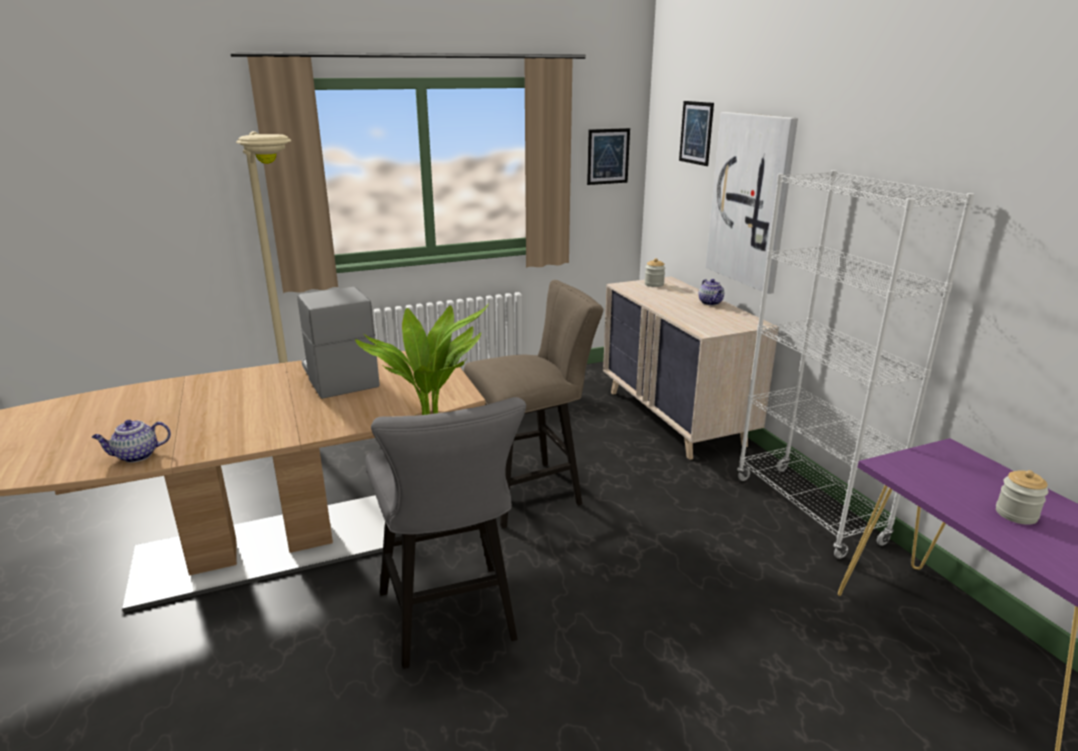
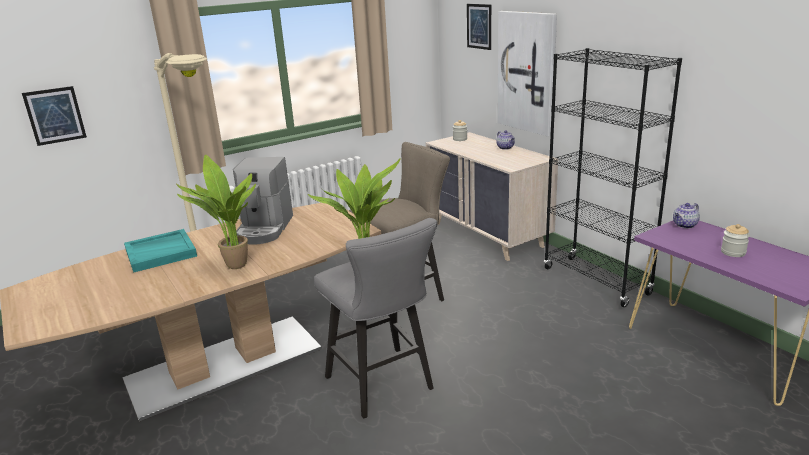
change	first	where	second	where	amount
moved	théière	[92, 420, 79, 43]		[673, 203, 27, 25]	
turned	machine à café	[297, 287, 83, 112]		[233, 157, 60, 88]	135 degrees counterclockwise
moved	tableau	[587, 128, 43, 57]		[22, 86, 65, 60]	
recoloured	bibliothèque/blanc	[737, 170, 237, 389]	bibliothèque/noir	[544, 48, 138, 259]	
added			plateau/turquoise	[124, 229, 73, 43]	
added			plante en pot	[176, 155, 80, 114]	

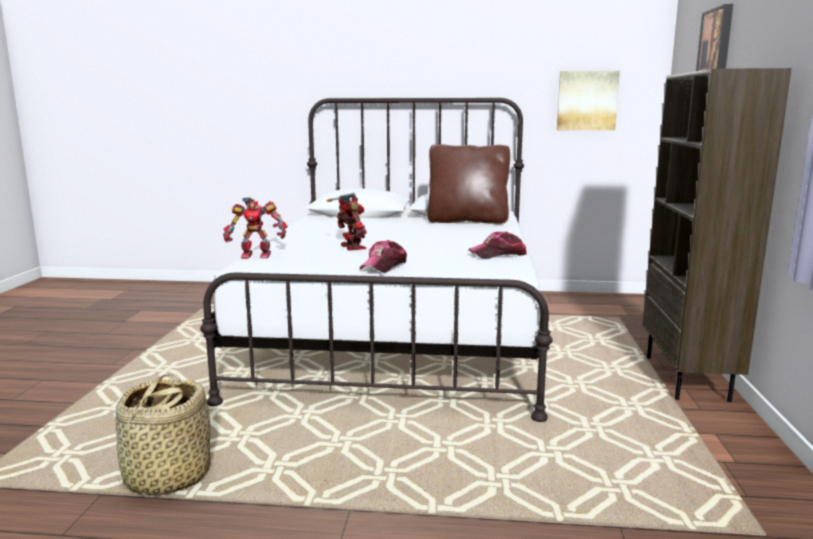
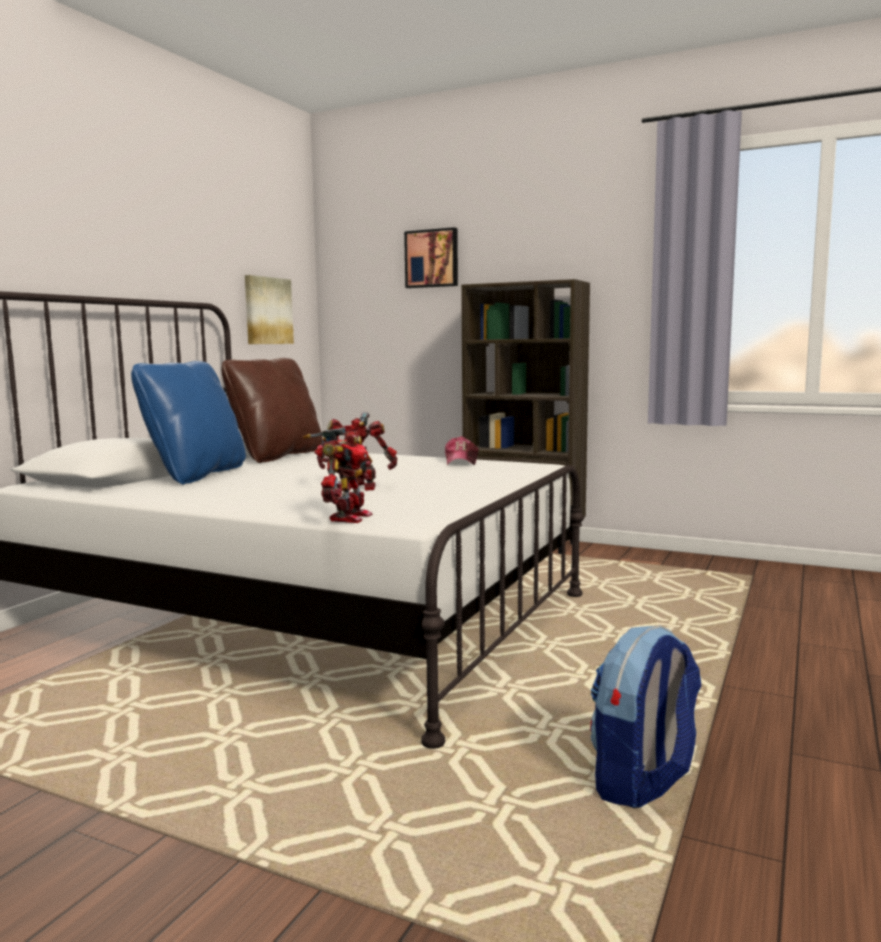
change	first	where	second	where	amount
replaced	panier	[115, 373, 96, 123]	sac à dos	[590, 625, 112, 183]	
removed	casquette	[360, 240, 47, 33]			
added			coussin/bleu	[131, 361, 115, 124]	

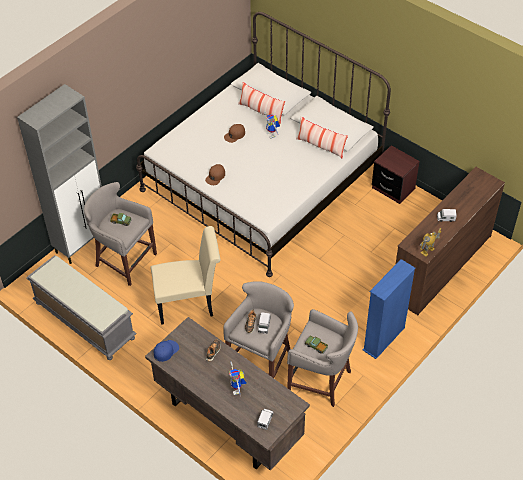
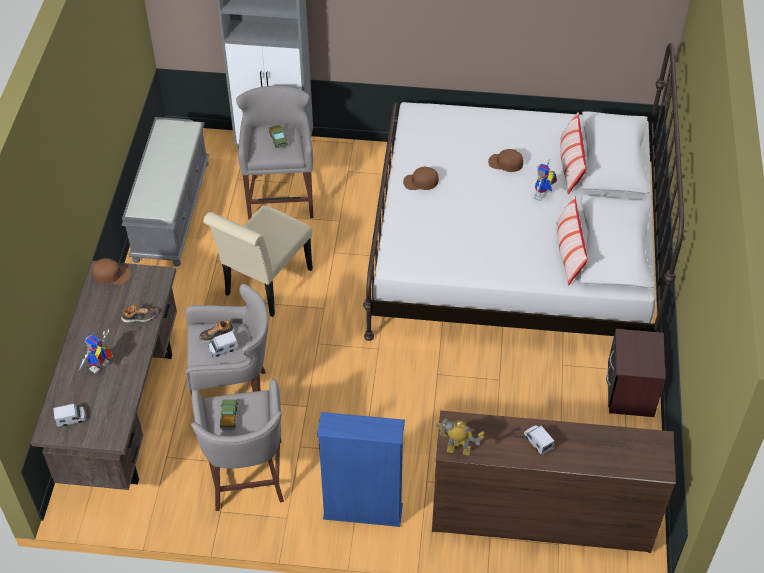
change	first	where	second	where	amount
turned	chaise/beige	[150, 226, 71, 99]		[203, 205, 110, 112]	75 degrees clockwise
recoloured	casquette/bleu	[154, 340, 25, 22]	casquette/marron	[92, 258, 39, 27]	

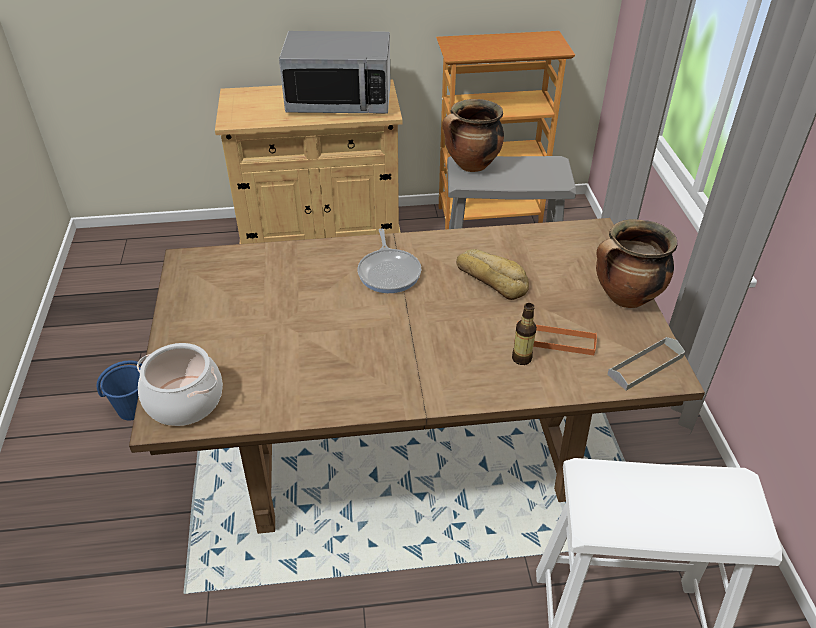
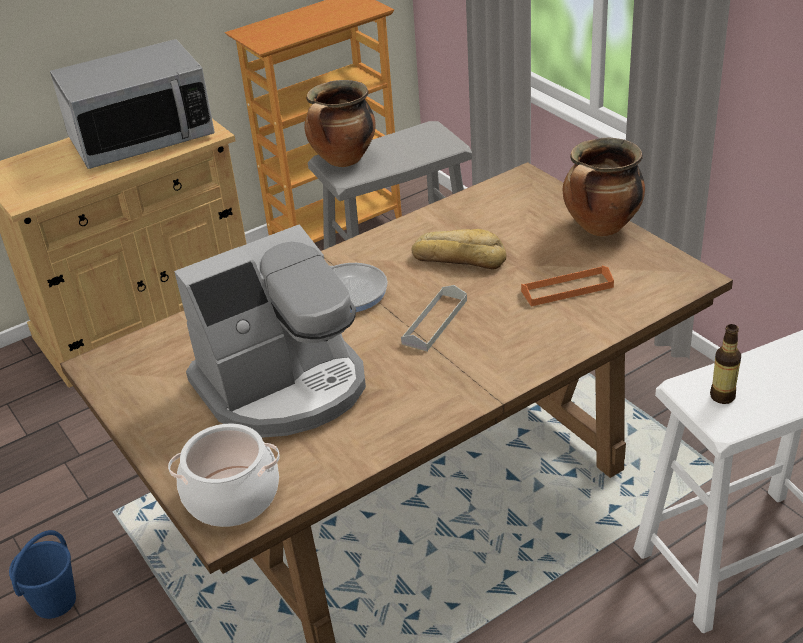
change	first	where	second	where	amount
moved	bouteille	[512, 303, 25, 62]		[710, 324, 31, 80]	
moved	plateau/gris	[607, 337, 78, 54]		[401, 285, 66, 67]	
added			machine à café	[174, 225, 192, 213]	

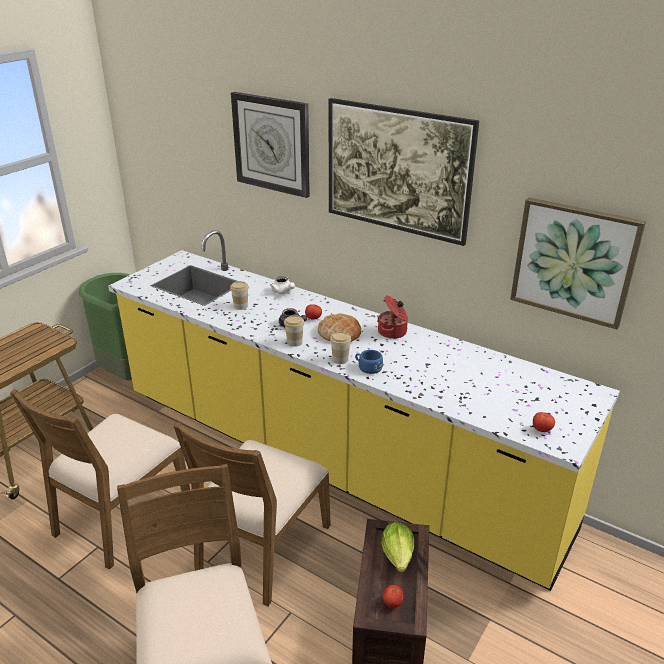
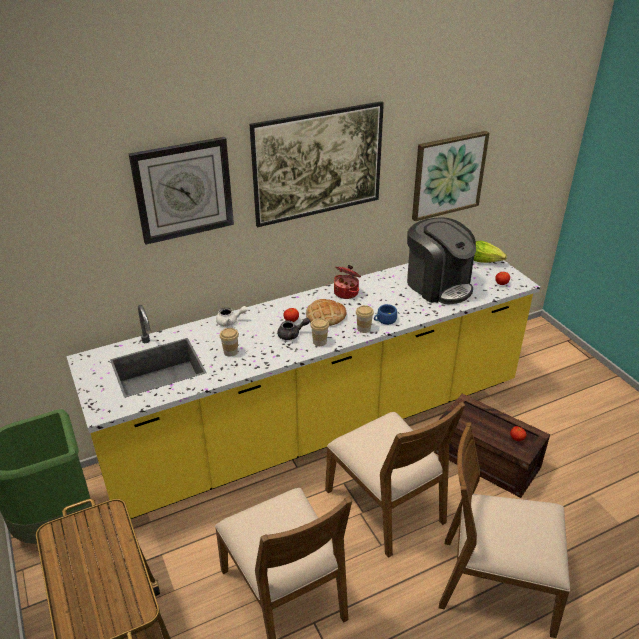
change	first	where	second	where	amount
moved	laitue	[382, 522, 32, 50]		[474, 240, 33, 23]	
added			machine à café	[407, 217, 69, 87]	

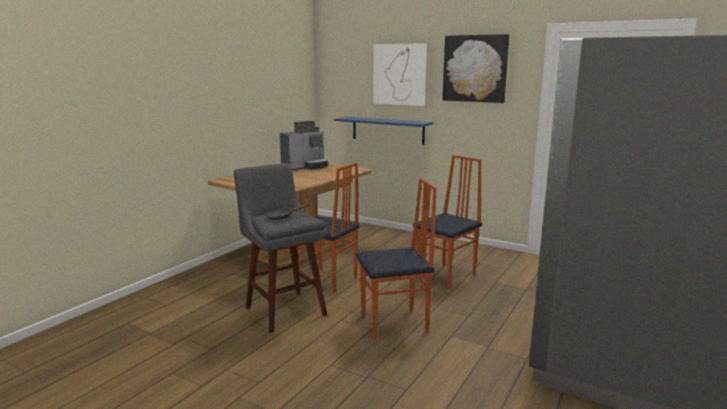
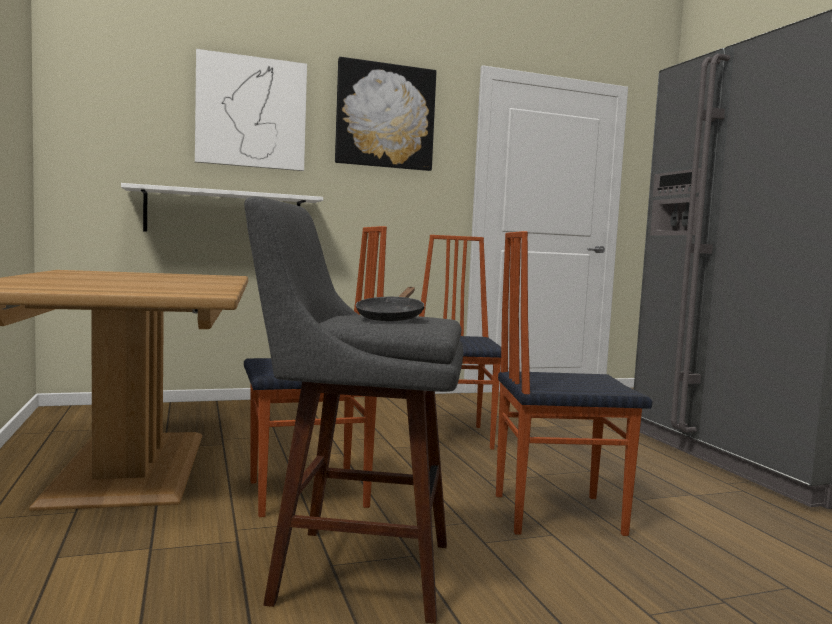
change	first	where	second	where	amount
removed	machine à café	[280, 121, 48, 49]			
recoloured	étagère/bleu	[334, 117, 99, 28]	étagère/blanc	[121, 183, 202, 49]	
turned	chaise	[356, 178, 81, 161]		[496, 231, 156, 305]	120 degrees counterclockwise

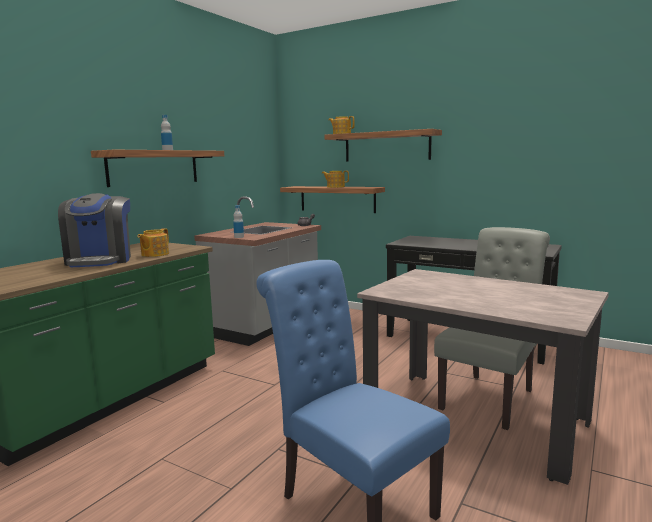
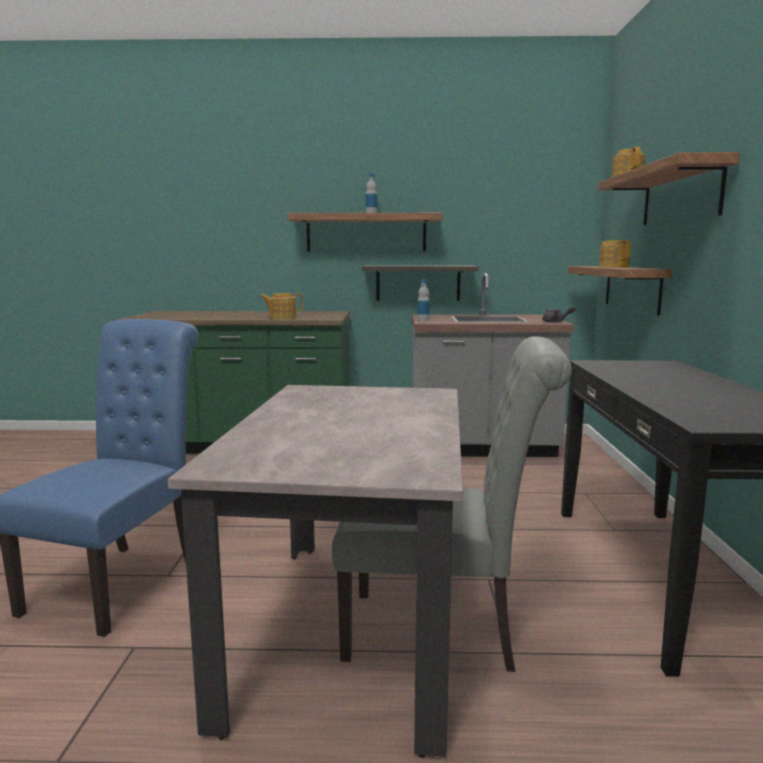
change	first	where	second	where	amount
removed	machine à café	[58, 193, 73, 74]			
added			étagère	[362, 266, 116, 35]	

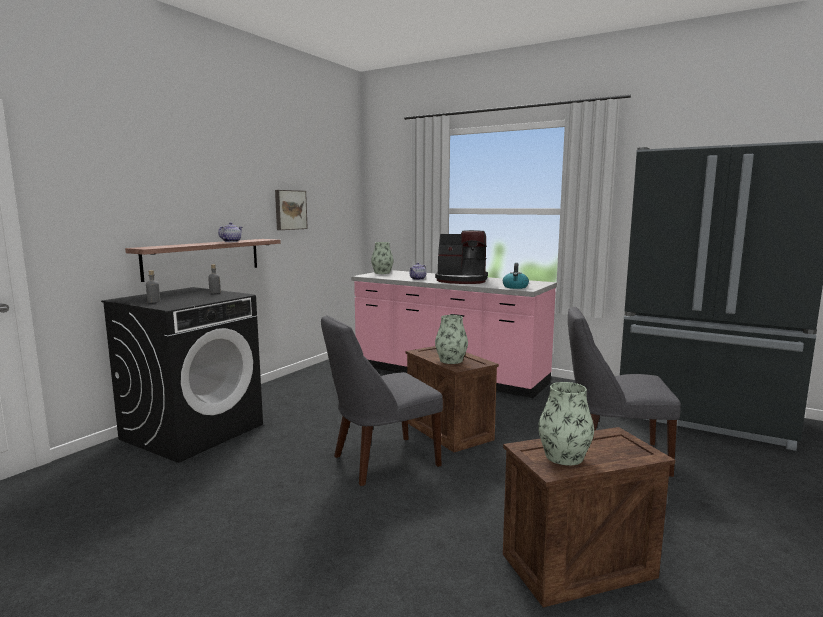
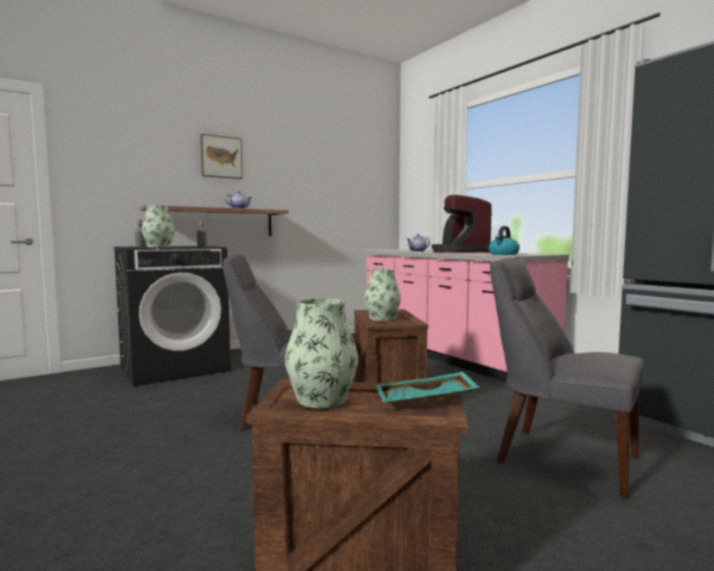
change	first	where	second	where	amount
moved	tableau	[275, 190, 33, 40]		[200, 134, 42, 45]	
moved	vase	[371, 242, 23, 32]		[142, 205, 32, 43]	
turned	machine à café	[435, 230, 53, 54]		[432, 195, 60, 58]	45 degrees clockwise
added			plateau/turquoise	[376, 372, 104, 31]	

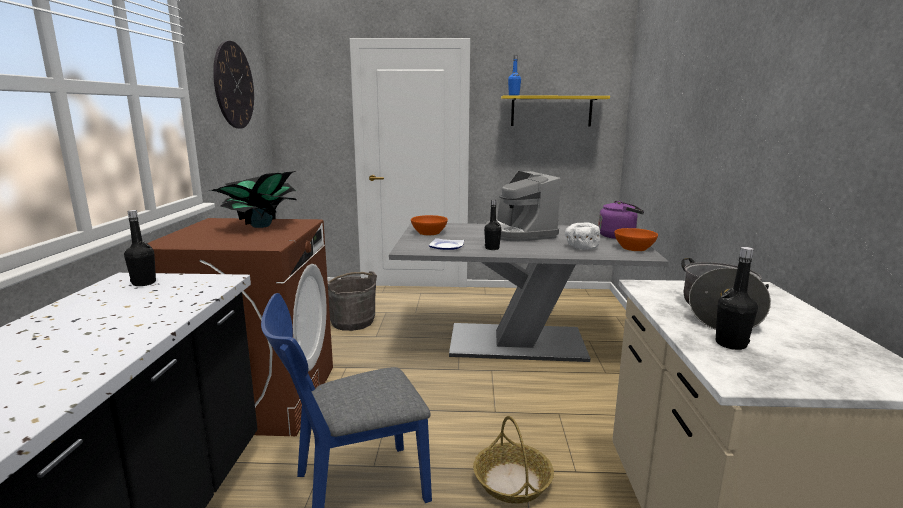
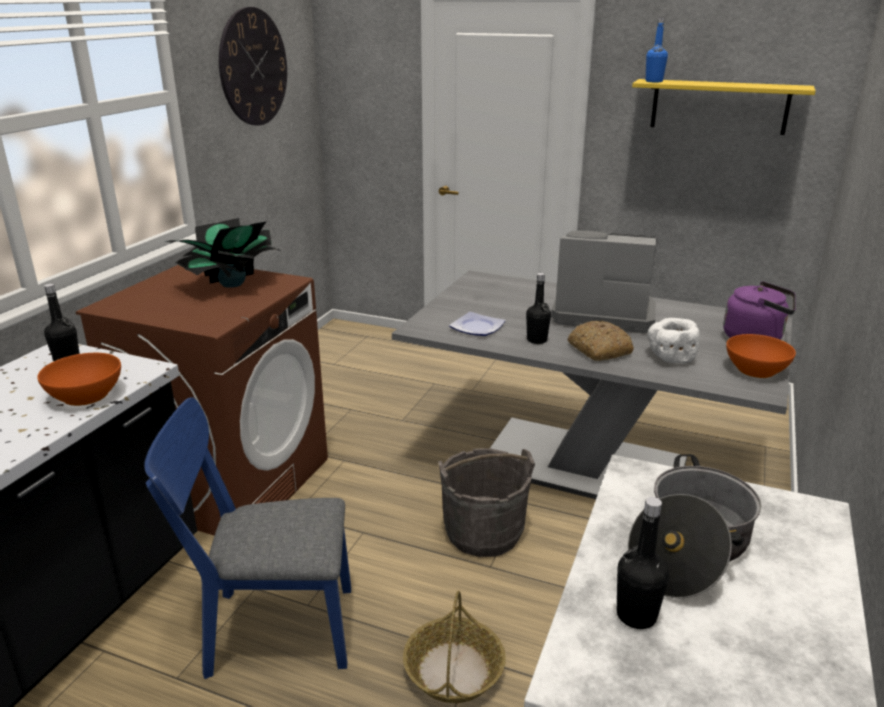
change	first	where	second	where	amount
moved	seau/gris	[328, 271, 49, 60]		[438, 448, 97, 109]	
moved	bol/orange	[411, 215, 37, 20]		[37, 353, 84, 53]	
turned	machine à café	[486, 171, 75, 70]		[551, 231, 106, 102]	105 degrees clockwise
added			pain	[568, 321, 66, 40]	

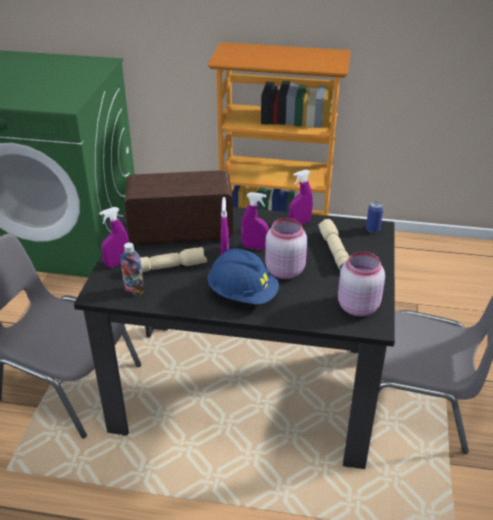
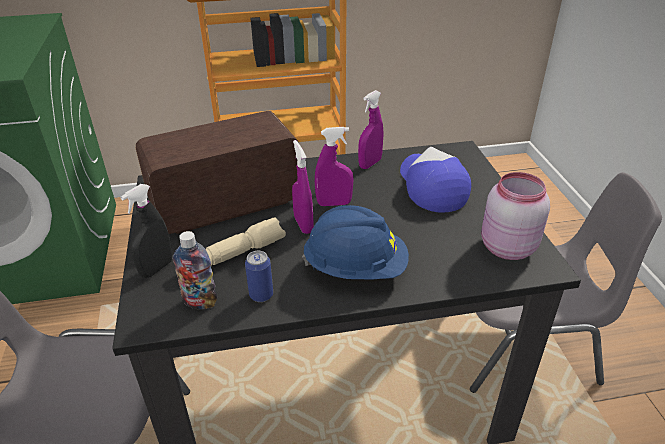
change	first	where	second	where	amount
recoloured	vaporisateur/violet	[99, 207, 30, 61]	vaporisateur/noir	[120, 184, 52, 94]	
removed	bocal/rose	[265, 218, 42, 61]			
replaced	lampe de poche/beige	[319, 219, 30, 52]	casquette	[400, 147, 71, 66]	
moved	boîte métallique	[366, 201, 17, 32]		[245, 251, 28, 51]	

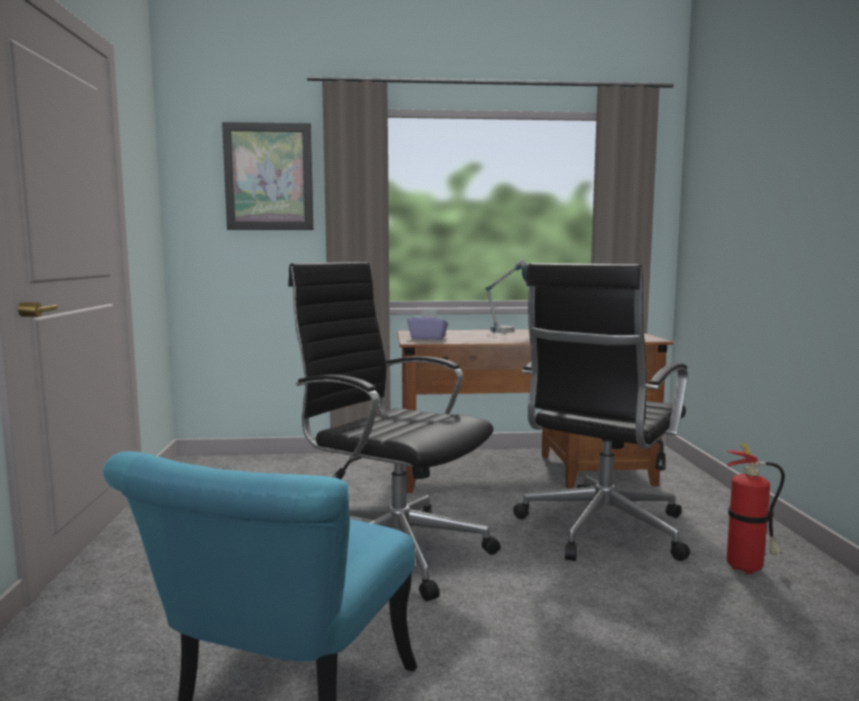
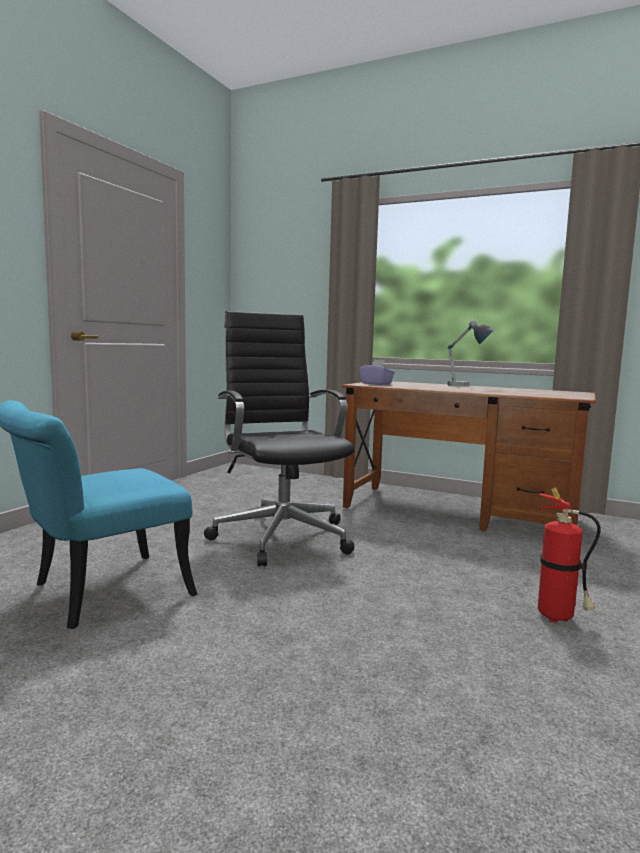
change	first	where	second	where	amount
removed	tableau	[222, 122, 92, 108]			
removed	chaise de bureau/noir	[513, 263, 177, 298]			

